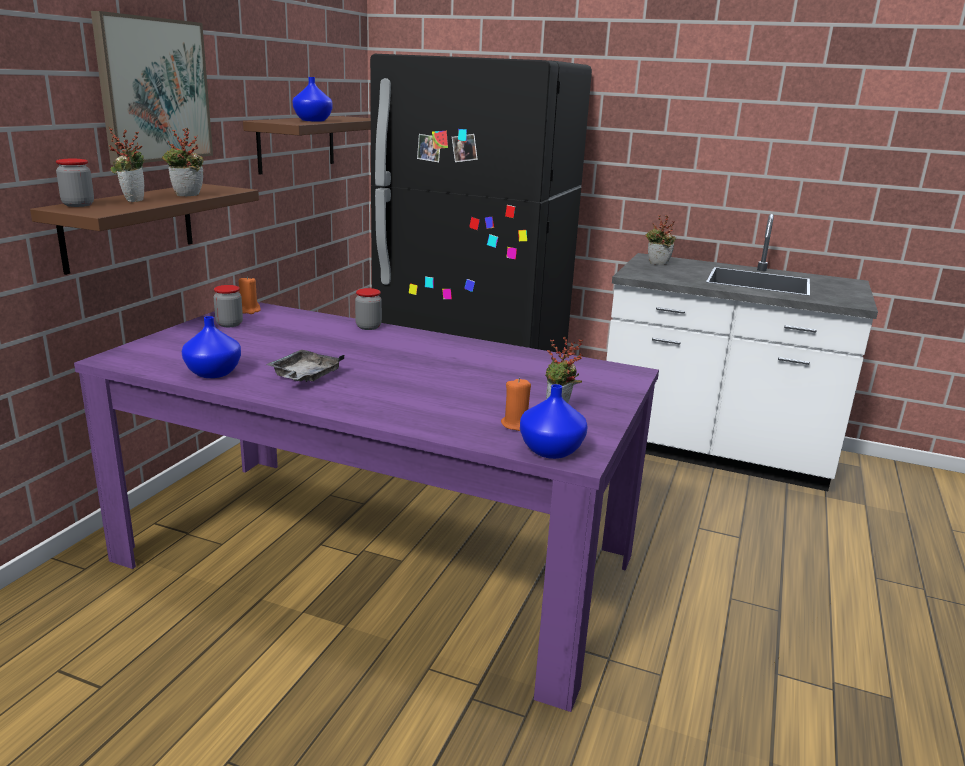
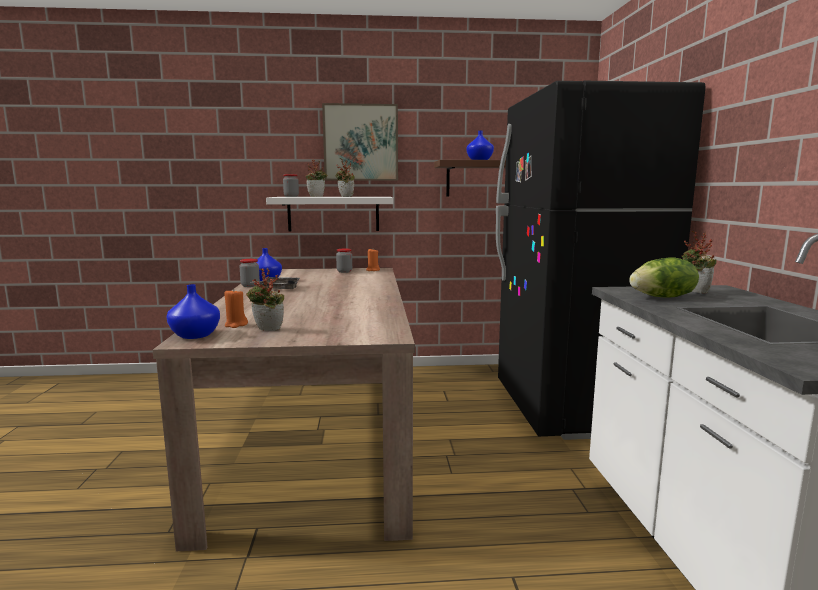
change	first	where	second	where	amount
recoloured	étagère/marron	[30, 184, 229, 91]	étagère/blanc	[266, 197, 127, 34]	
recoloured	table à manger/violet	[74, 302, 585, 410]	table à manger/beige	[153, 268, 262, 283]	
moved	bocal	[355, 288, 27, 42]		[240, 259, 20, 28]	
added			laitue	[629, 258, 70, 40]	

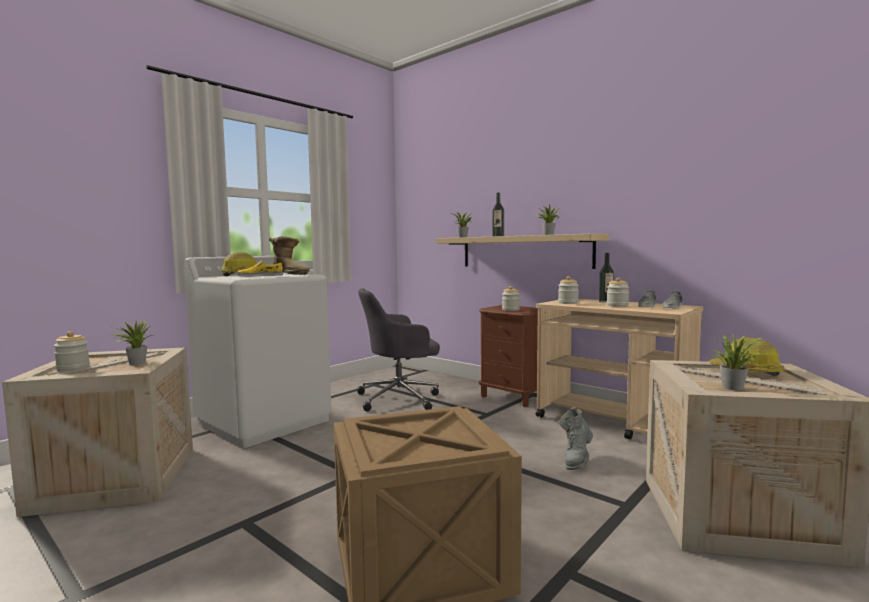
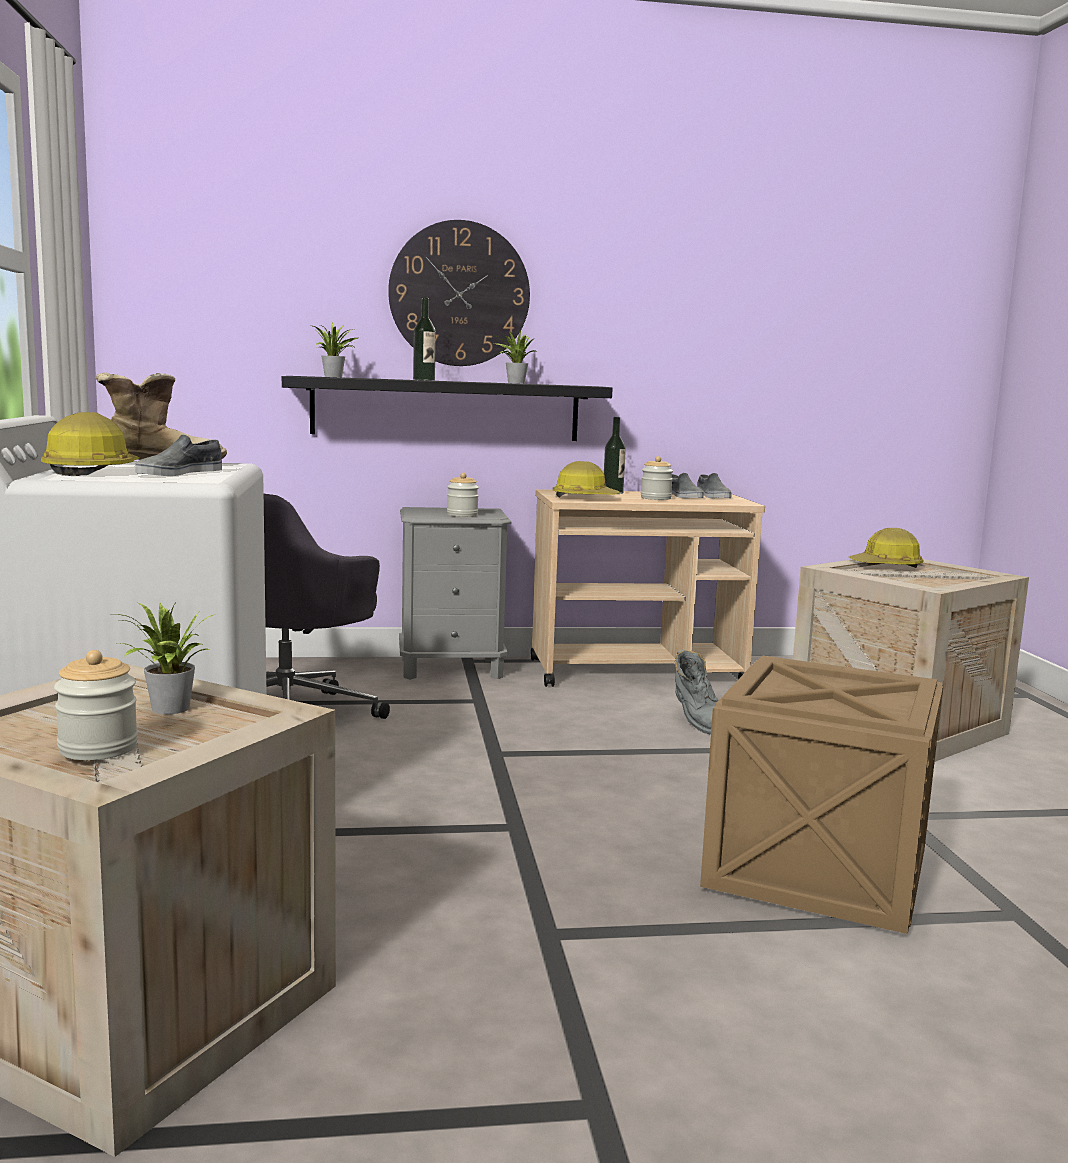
change	first	where	second	where	amount
recoloured	chaussure/jaune	[237, 260, 46, 17]	chaussure/gris	[135, 434, 87, 42]	
recoloured	étagère/beige	[436, 234, 173, 35]	étagère/noir	[282, 376, 331, 65]	
recoloured	table de chevet/marron	[478, 305, 60, 102]	table de chevet/gris	[399, 507, 112, 173]	
replaced	bocal	[558, 276, 21, 28]	casque de chantier	[553, 461, 67, 36]	
removed	plante en pot	[711, 333, 53, 58]			
added			horloge murale	[388, 220, 142, 146]	

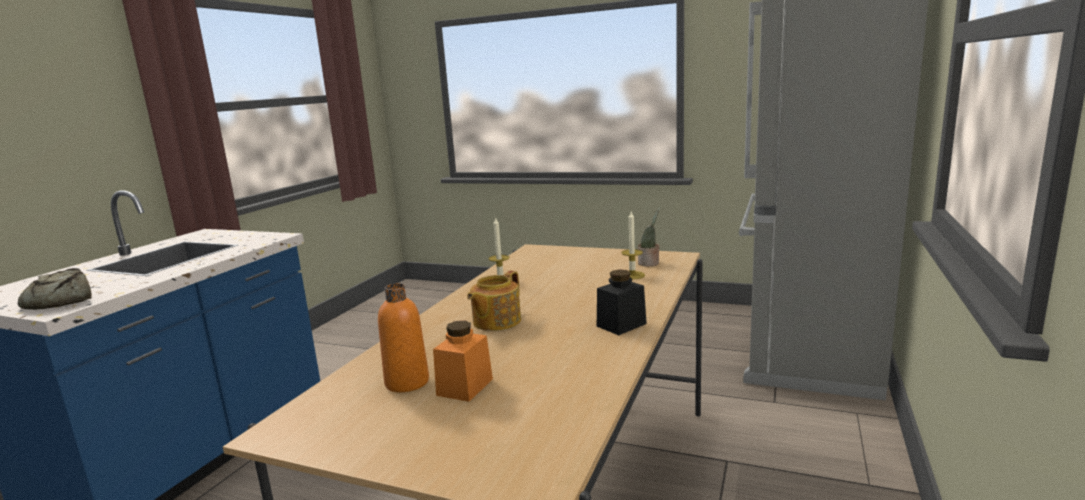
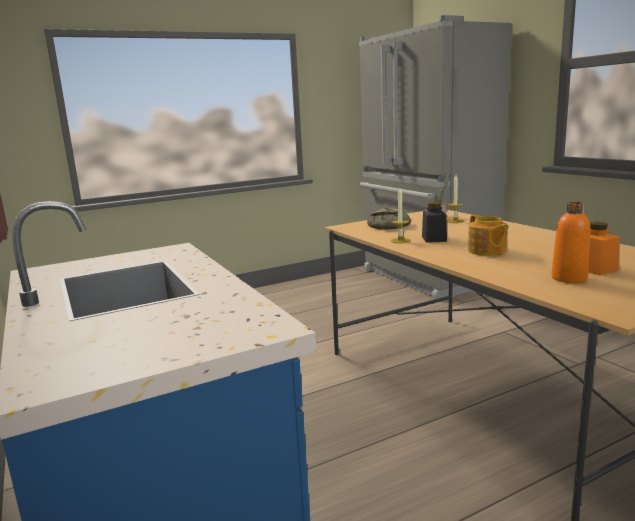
change	first	where	second	where	amount
moved	pain	[18, 268, 74, 42]		[367, 207, 44, 23]	
moved	bocal/noir	[597, 270, 50, 65]		[422, 202, 25, 41]	

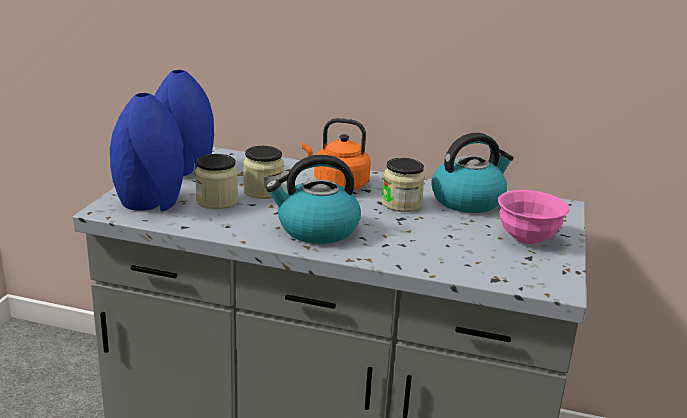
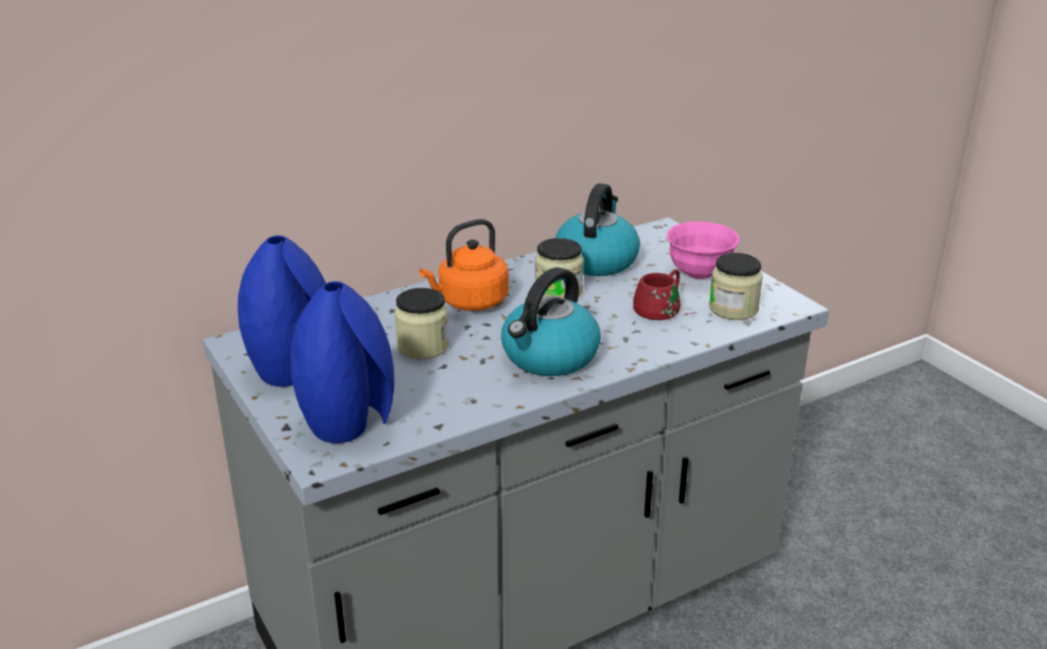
change	first	where	second	where	amount
moved	bocal	[195, 154, 43, 55]		[709, 253, 54, 67]	
added			mug/rouge	[633, 269, 63, 51]	

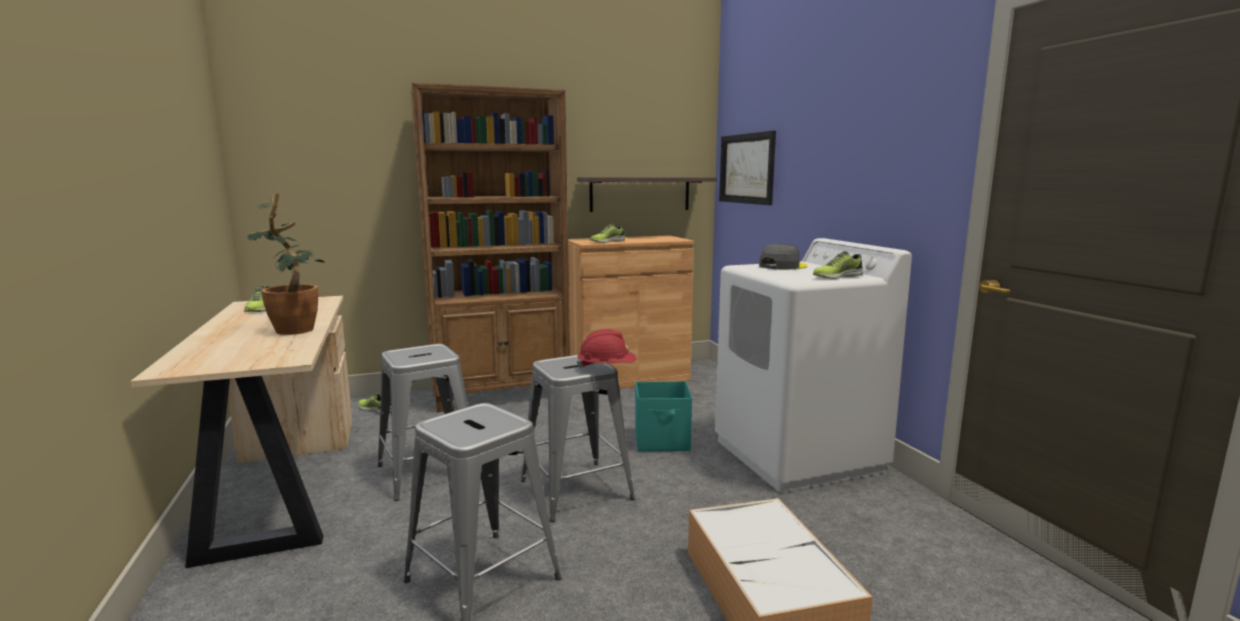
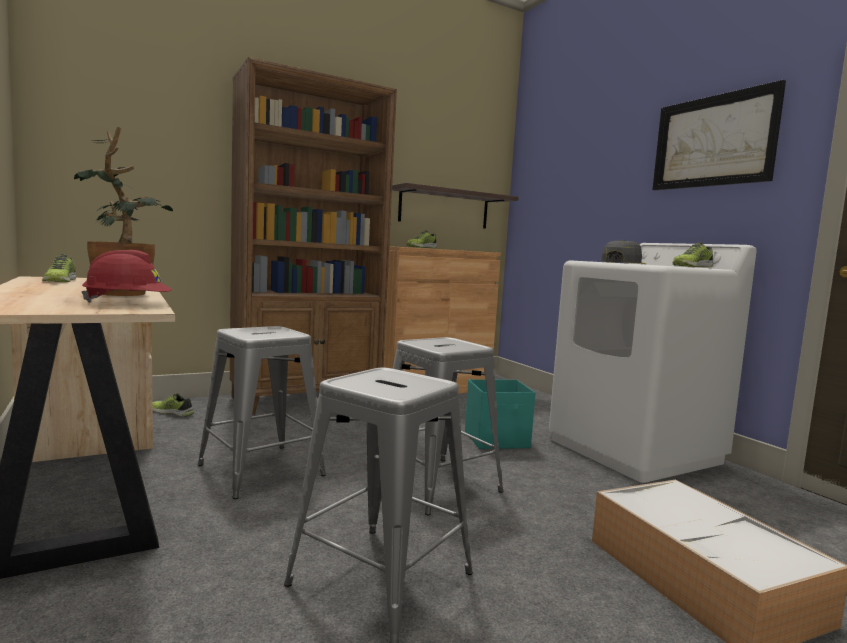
change	first	where	second	where	amount
moved	casque de chantier/rouge	[576, 329, 60, 40]		[81, 250, 91, 53]	
moved	tableau	[719, 131, 57, 74]		[652, 80, 134, 110]	

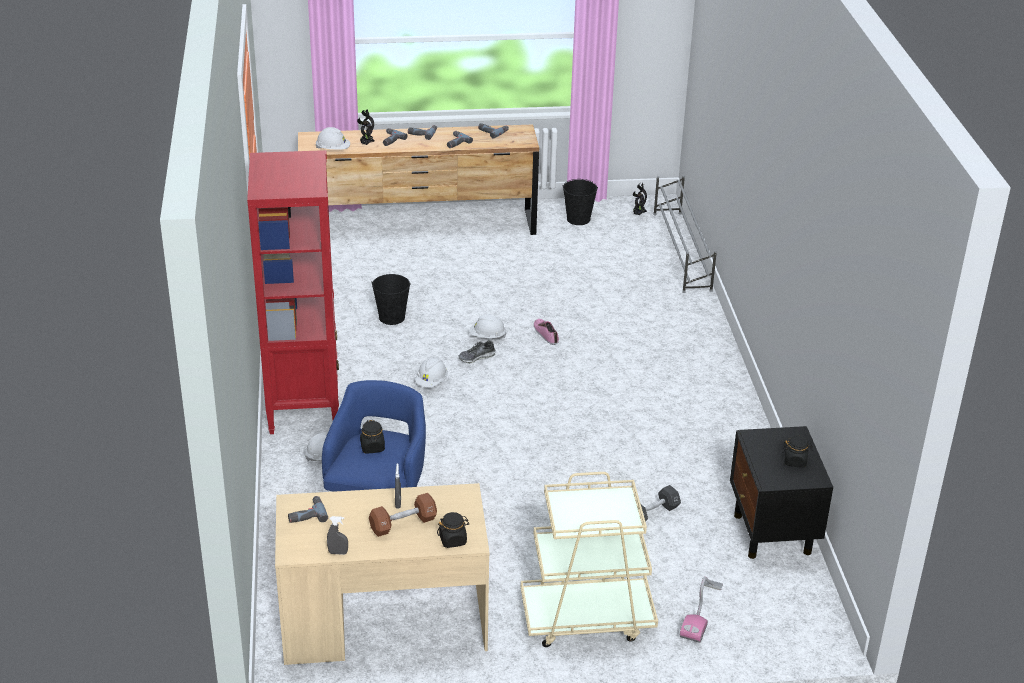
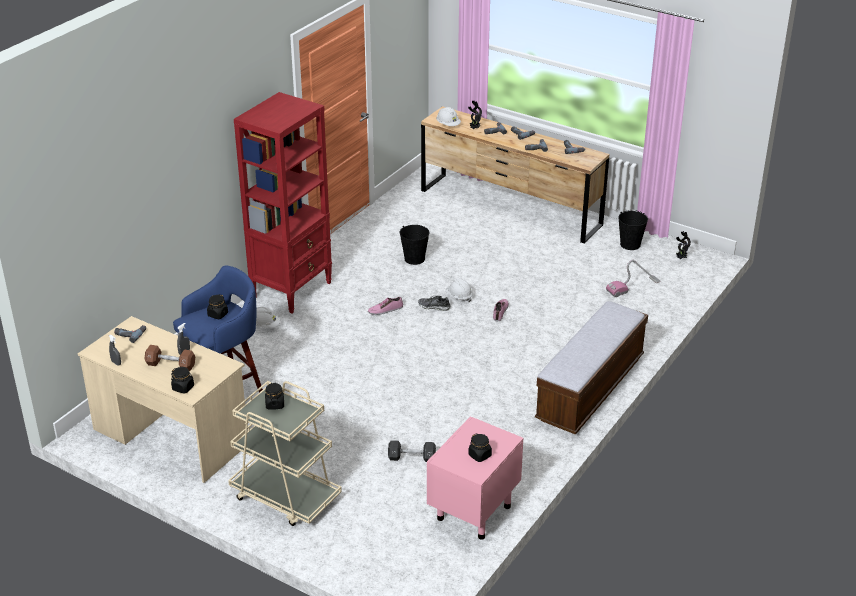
change	first	where	second	where	amount
replaced	casque de chantier/blanc	[415, 357, 33, 30]	chaussure	[368, 297, 35, 18]	
removed	étagère à chaussures/gris	[653, 175, 64, 118]			
moved	aspirateur	[680, 577, 43, 66]		[606, 260, 54, 37]	
recoloured	table de chevet/noir	[730, 426, 103, 133]	table de chevet/rose	[427, 416, 97, 124]	
added			bocal/noir	[265, 383, 19, 27]	
added			banc	[535, 301, 113, 134]	

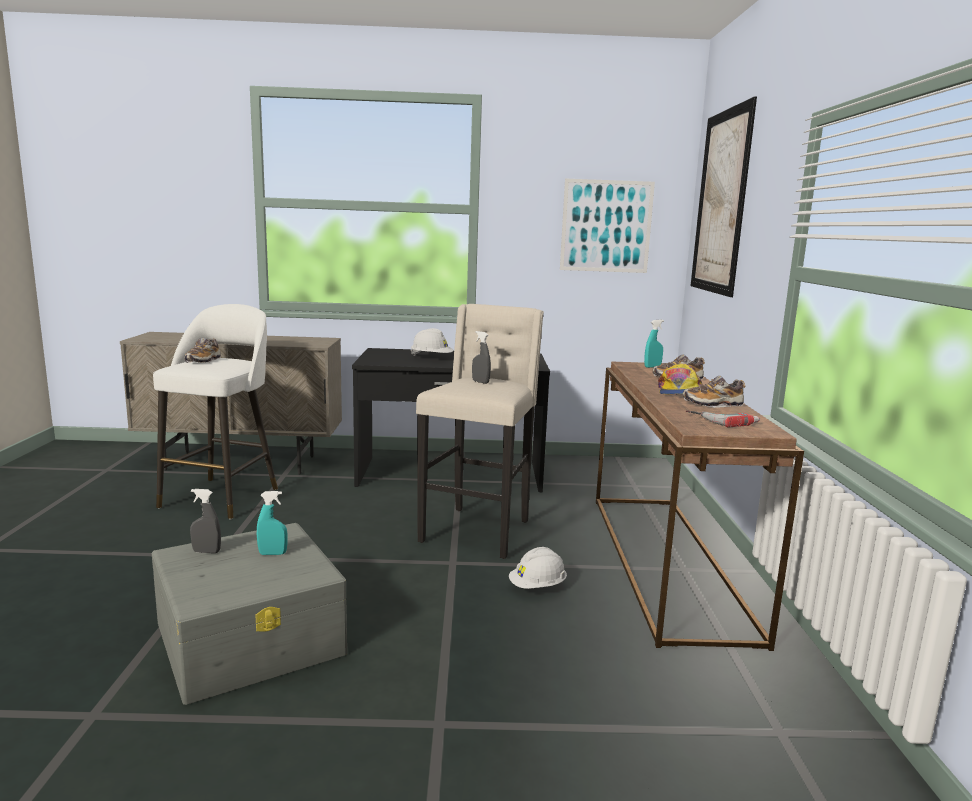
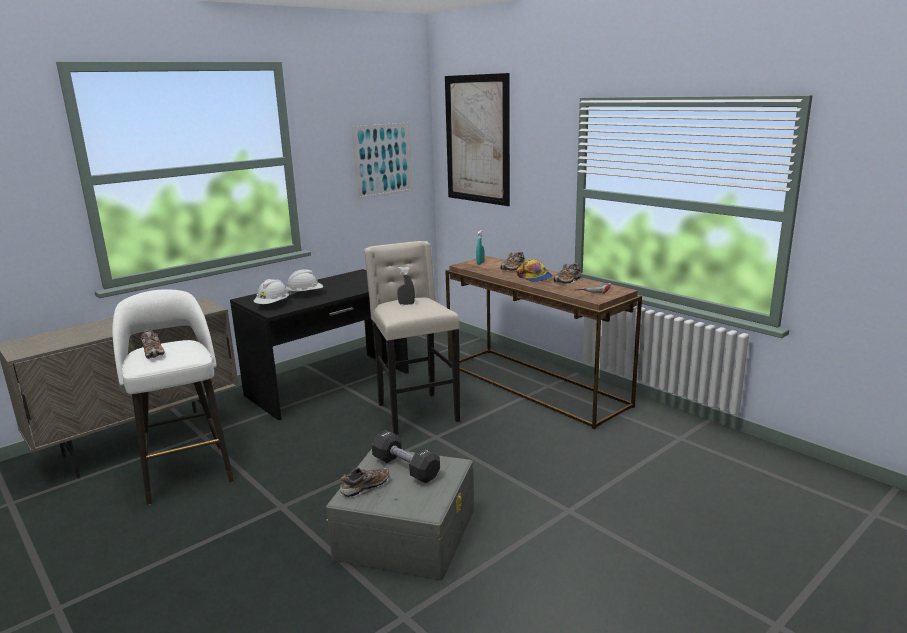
change	first	where	second	where	amount
replaced	vaporisateur/gris	[190, 489, 31, 64]	chaussure	[340, 467, 49, 30]	
replaced	vaporisateur/turquoise	[257, 491, 30, 64]	haltère/noir	[372, 430, 68, 53]	
moved	casque de chantier/blanc	[509, 547, 58, 42]		[253, 279, 36, 25]	

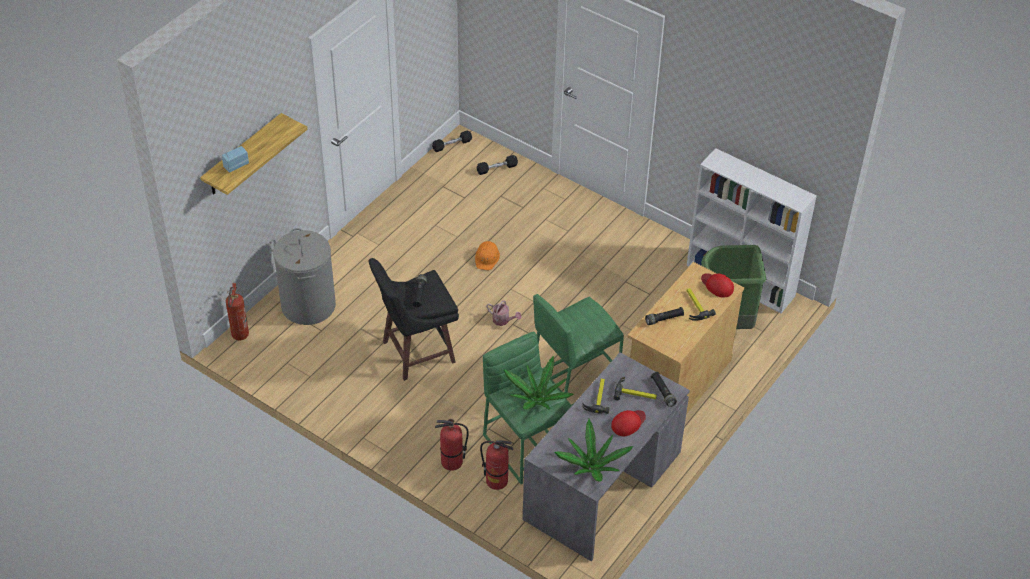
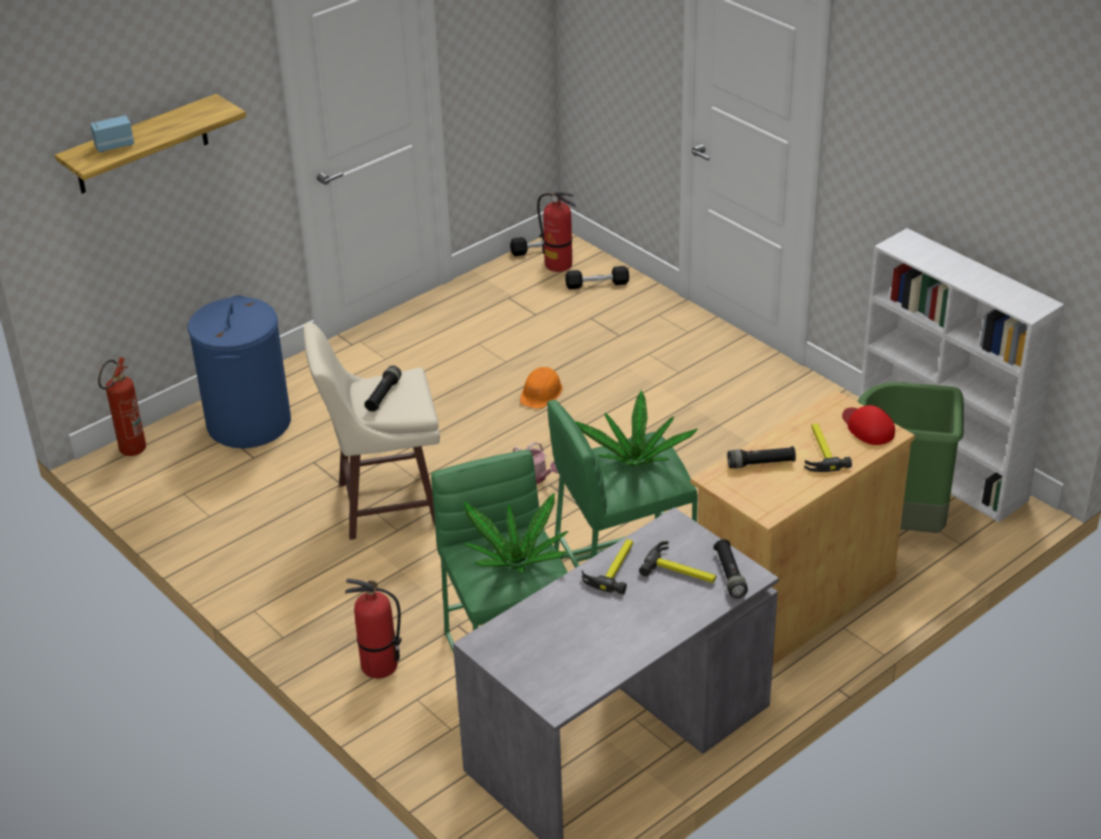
change	first	where	second	where	amount
recoloured	panier à linge/gris	[273, 228, 63, 97]	panier à linge/bleu	[188, 295, 103, 153]	
recoloured	tabouret/noir	[369, 258, 90, 123]	tabouret/beige	[303, 322, 137, 218]	
moved	extincteur	[480, 440, 33, 50]		[537, 192, 39, 80]	
moved	plante en pot	[554, 419, 80, 63]		[576, 390, 122, 76]	
removed	casquette/rouge	[611, 410, 35, 26]			

